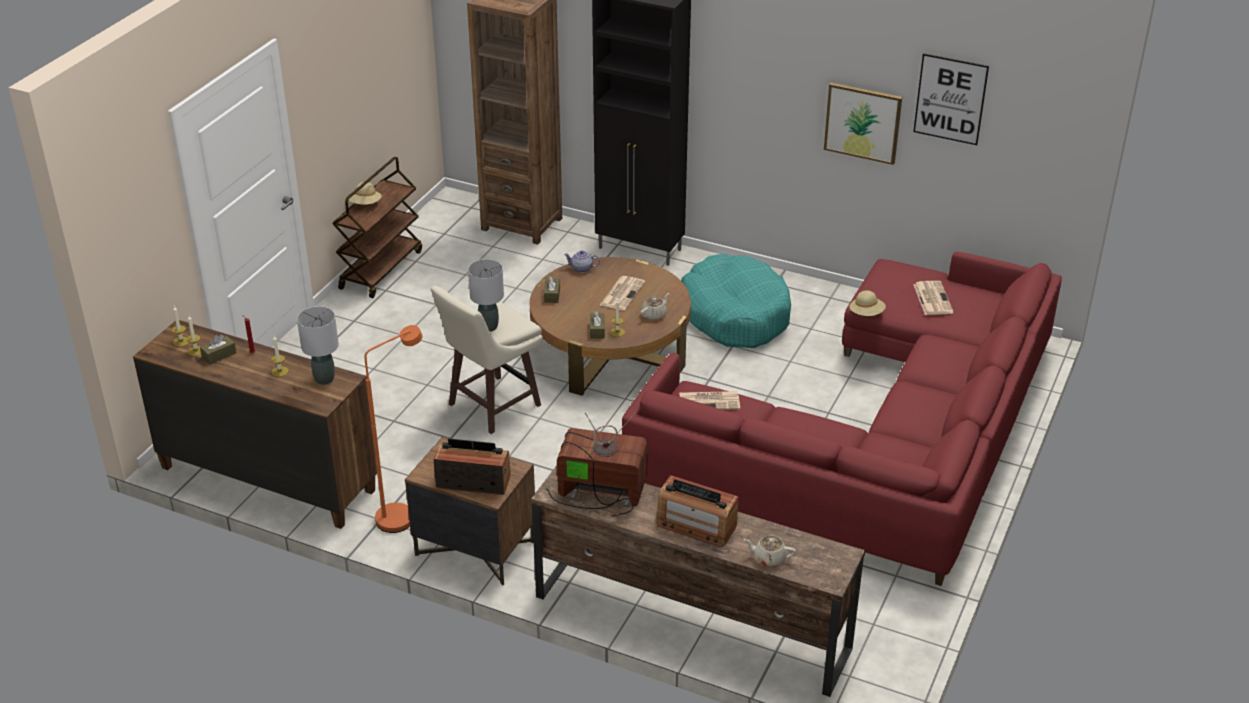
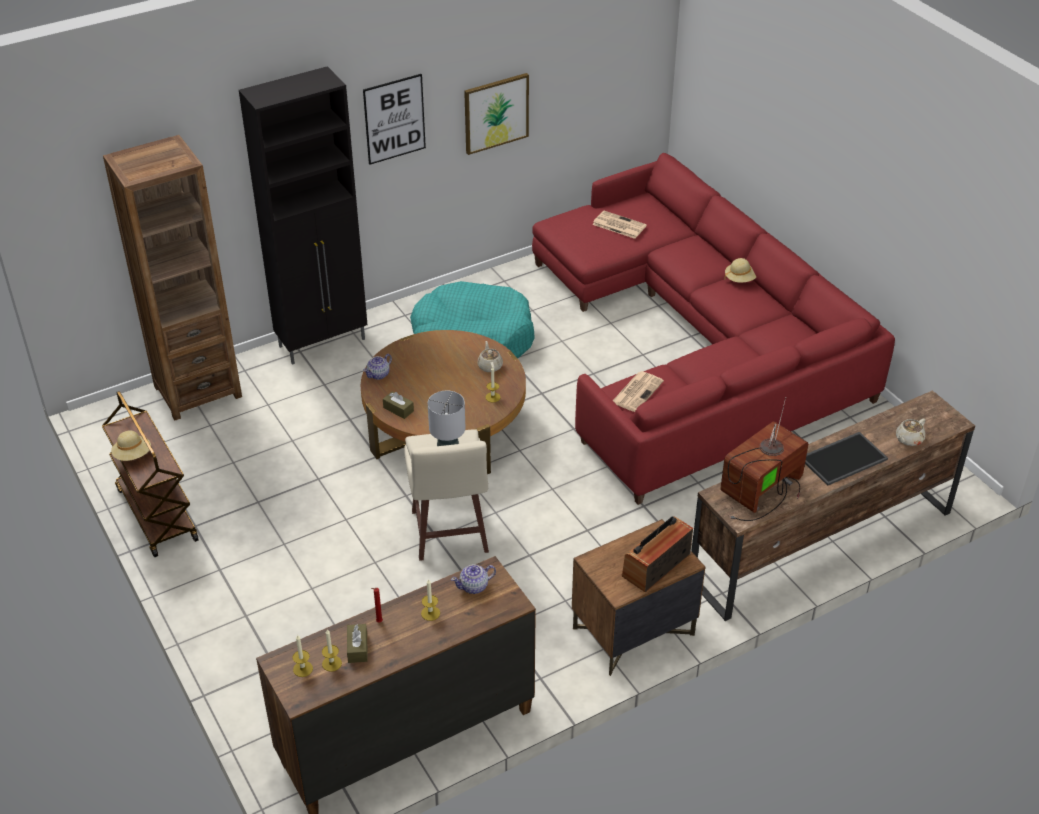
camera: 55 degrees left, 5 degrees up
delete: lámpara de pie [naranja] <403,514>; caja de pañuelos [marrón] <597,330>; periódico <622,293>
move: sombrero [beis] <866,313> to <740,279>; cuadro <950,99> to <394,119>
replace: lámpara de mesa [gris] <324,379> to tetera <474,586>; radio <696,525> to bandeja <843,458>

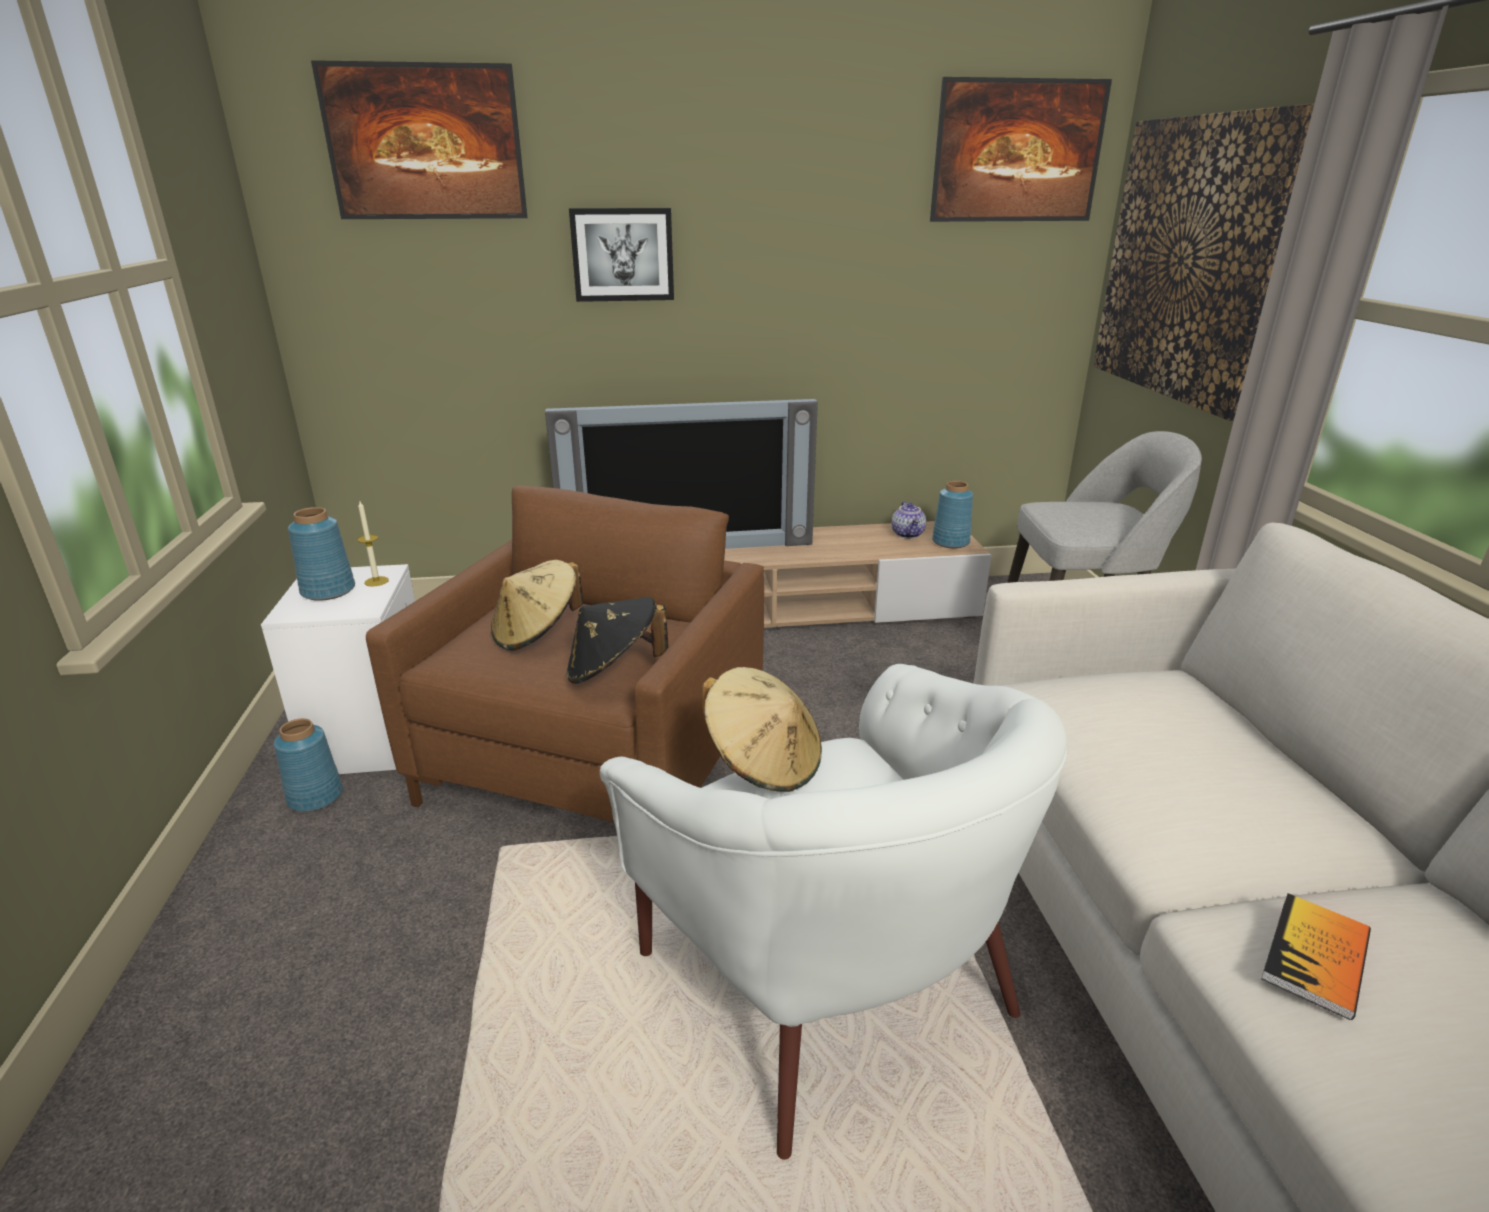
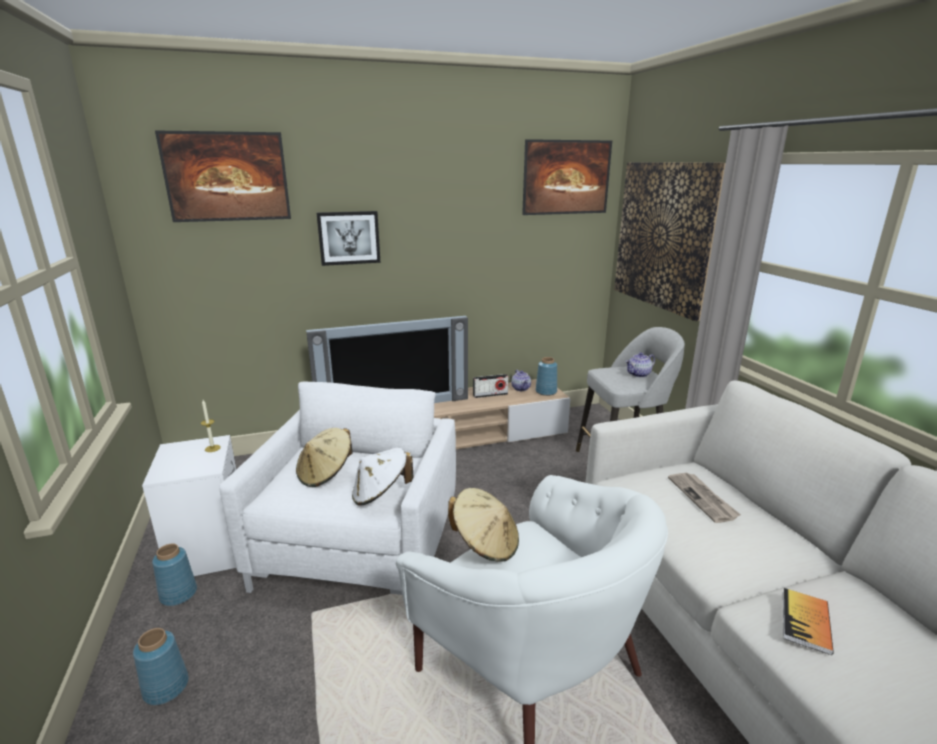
camera: 10 degrees left, 5 degrees down
insert: radio <490,395>; tetera <639,375>; periódico <703,498>
move: florero [azul] <329,590> to <167,687>
recolor: sillón [marrón] <595,759> to sillón [blanco] <359,547>; sombrero [negro] <614,670> to sombrero [blanco] <381,494>

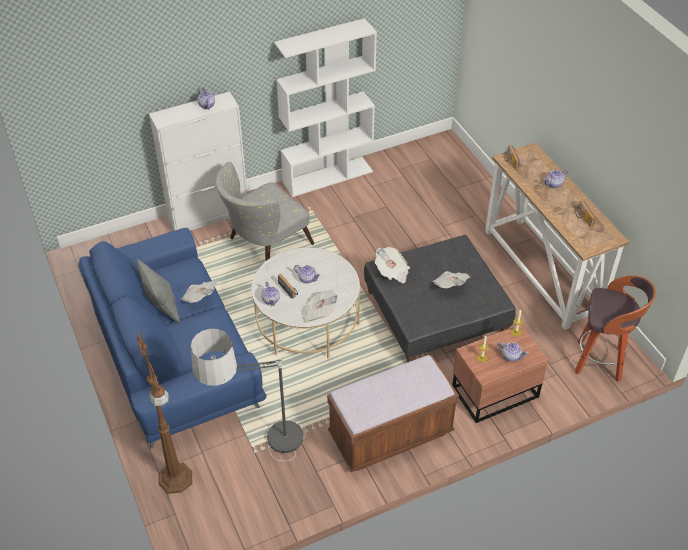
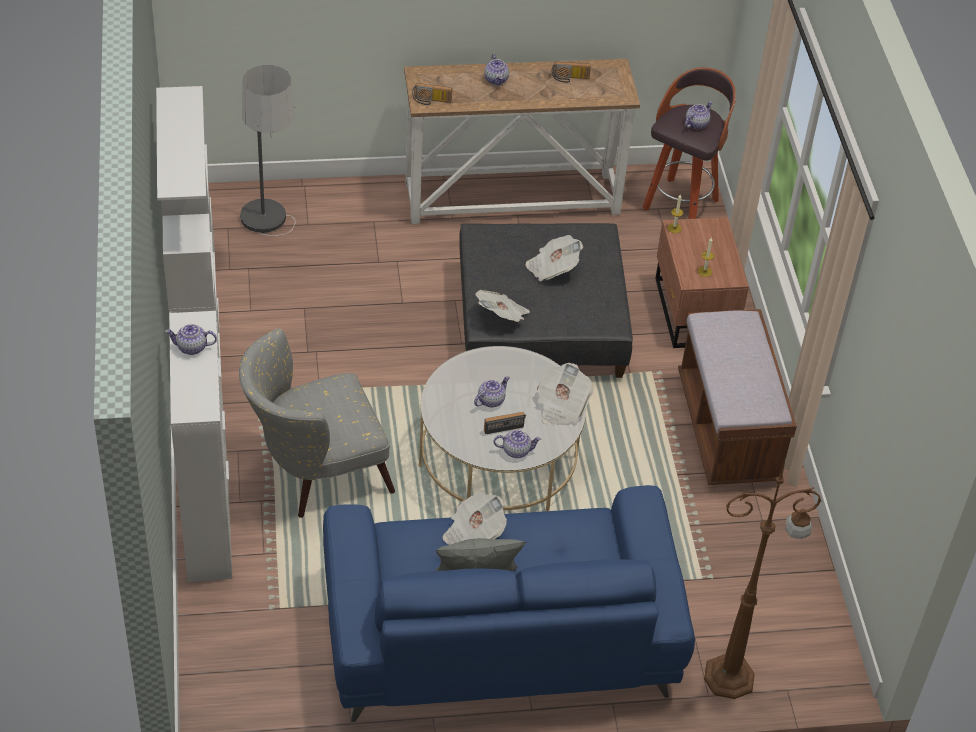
camera: 75 degrees left, 0 degrees up
move: lámpara de pie <259,452> to <270,244>; tetera <511,356> to <696,123>
rotate: sillón [gris] <263,245> = <314,471> 90 degrees clockwise

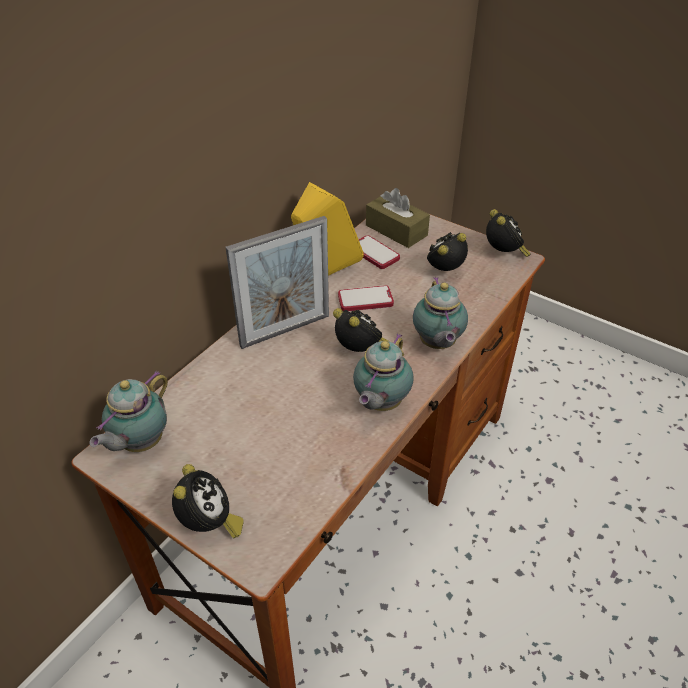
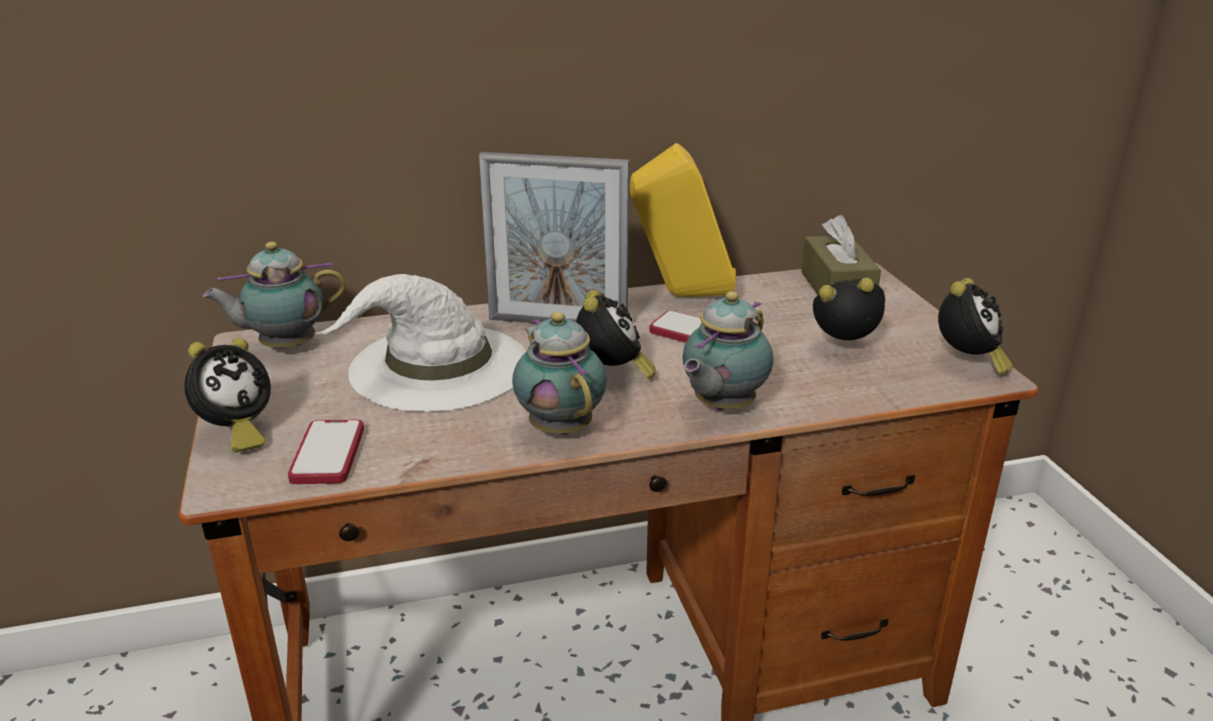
camera: 40 degrees right, 15 degrees down
insert: sombrero [blanco] <437,367>
move: móvil <374,253> to <328,454>
rotate: tetera <380,404> = <560,426> 90 degrees clockwise

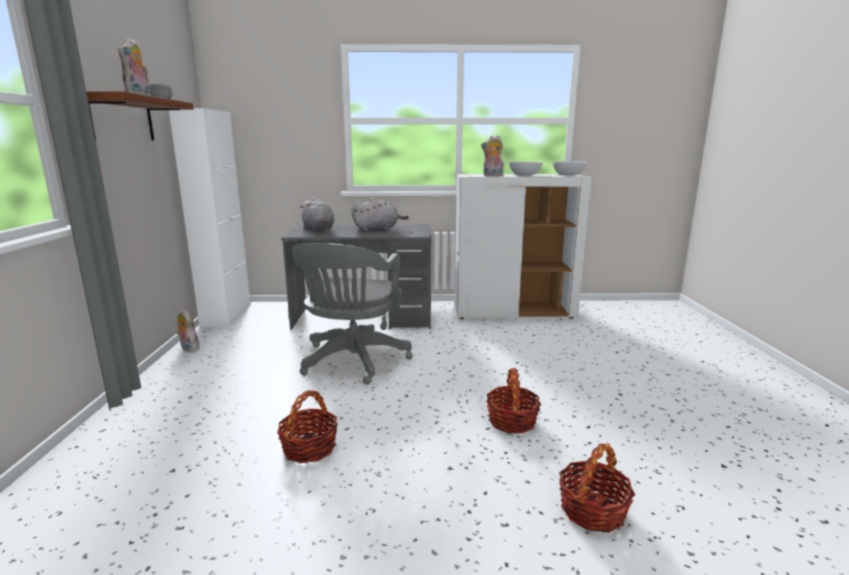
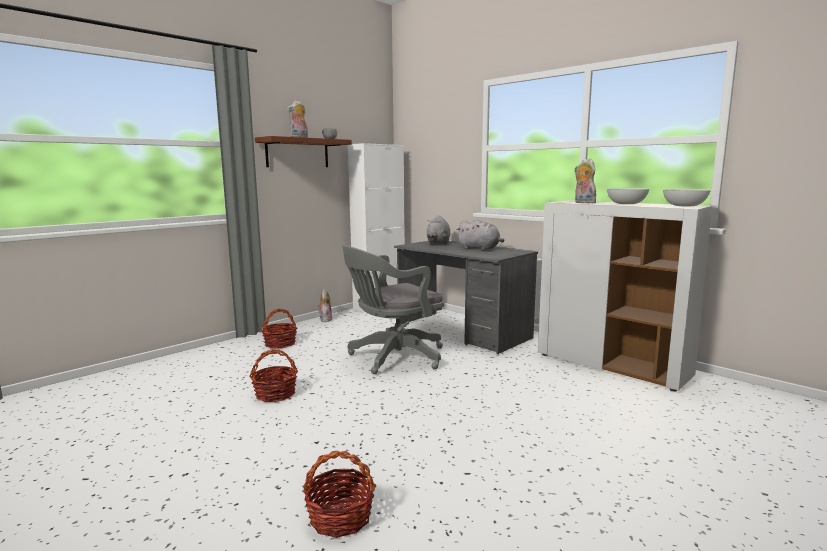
camera: 45 degrees right, 5 degrees down
move: cesta <511,421> to <280,343>

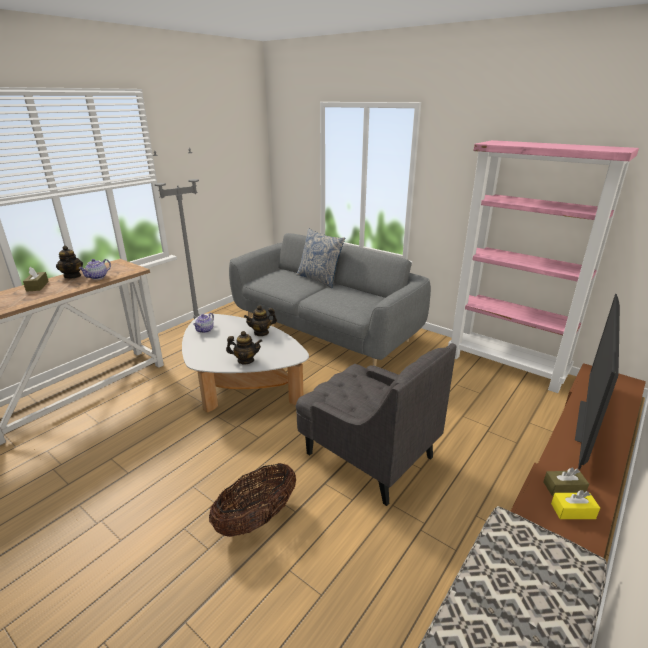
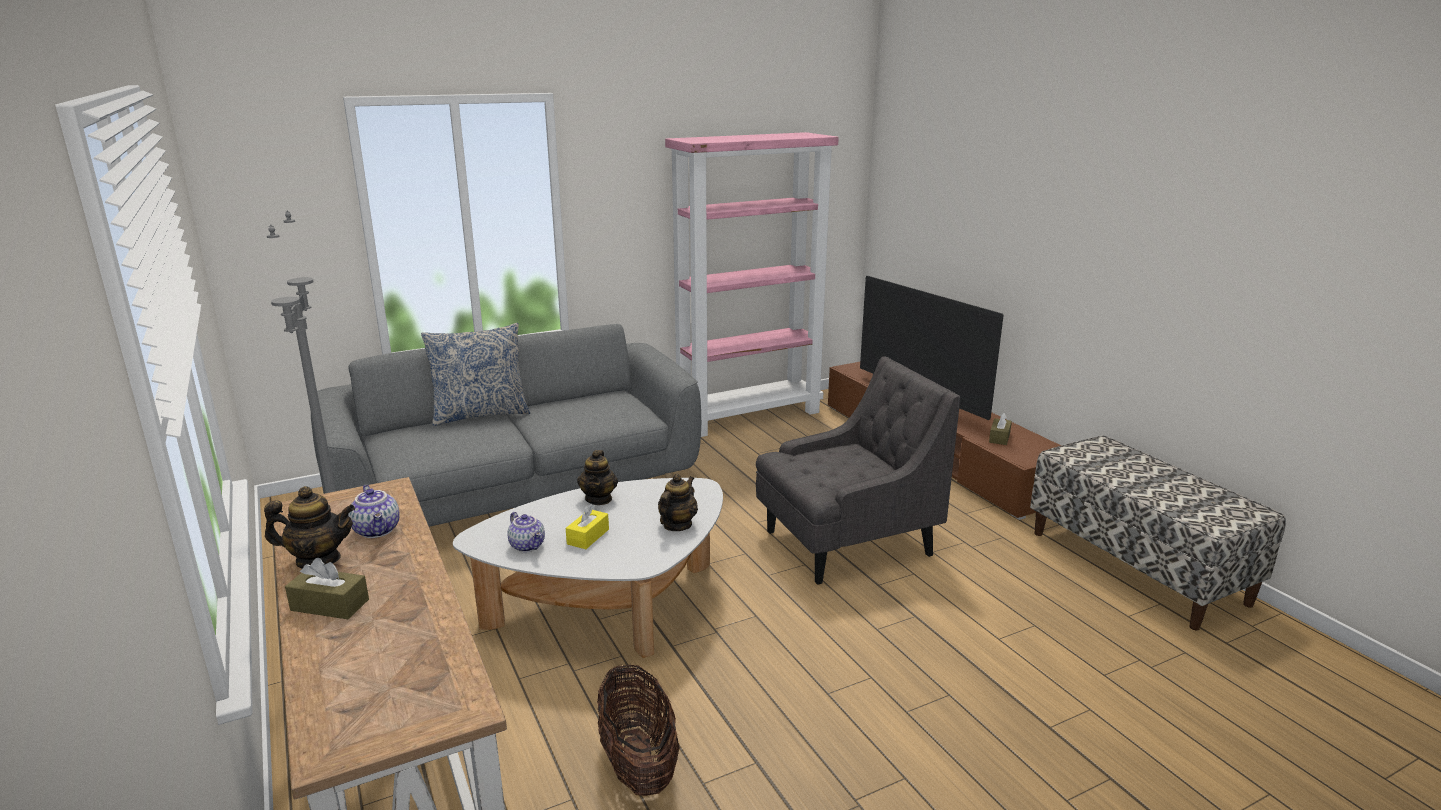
camera: 65 degrees left, 5 degrees down
move: cesta <257,519> to <638,763>; caja de pañuelos [amarillo] <573,511> to <588,537>

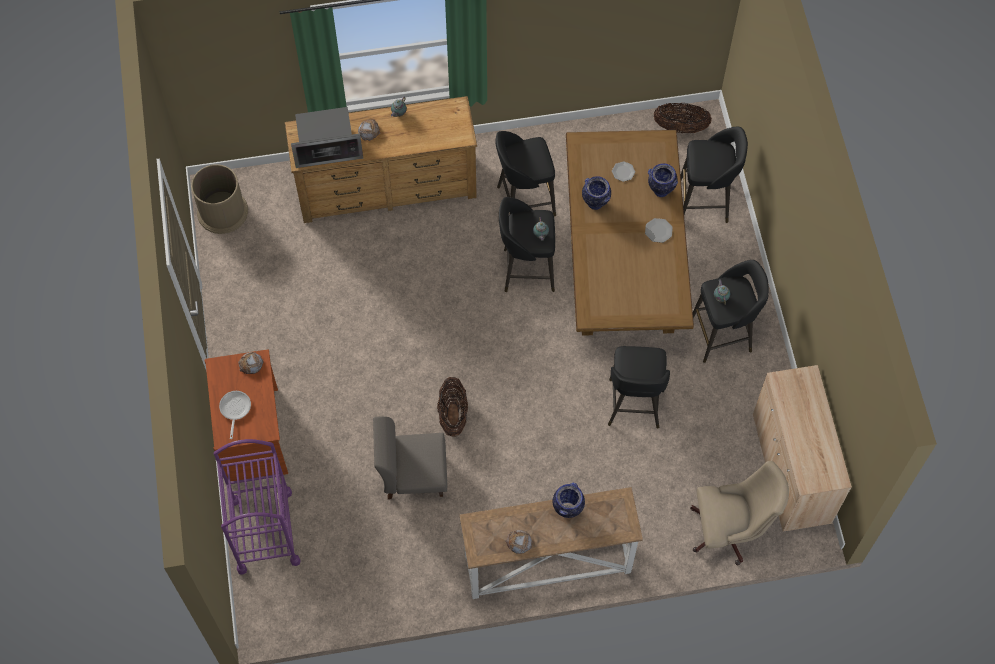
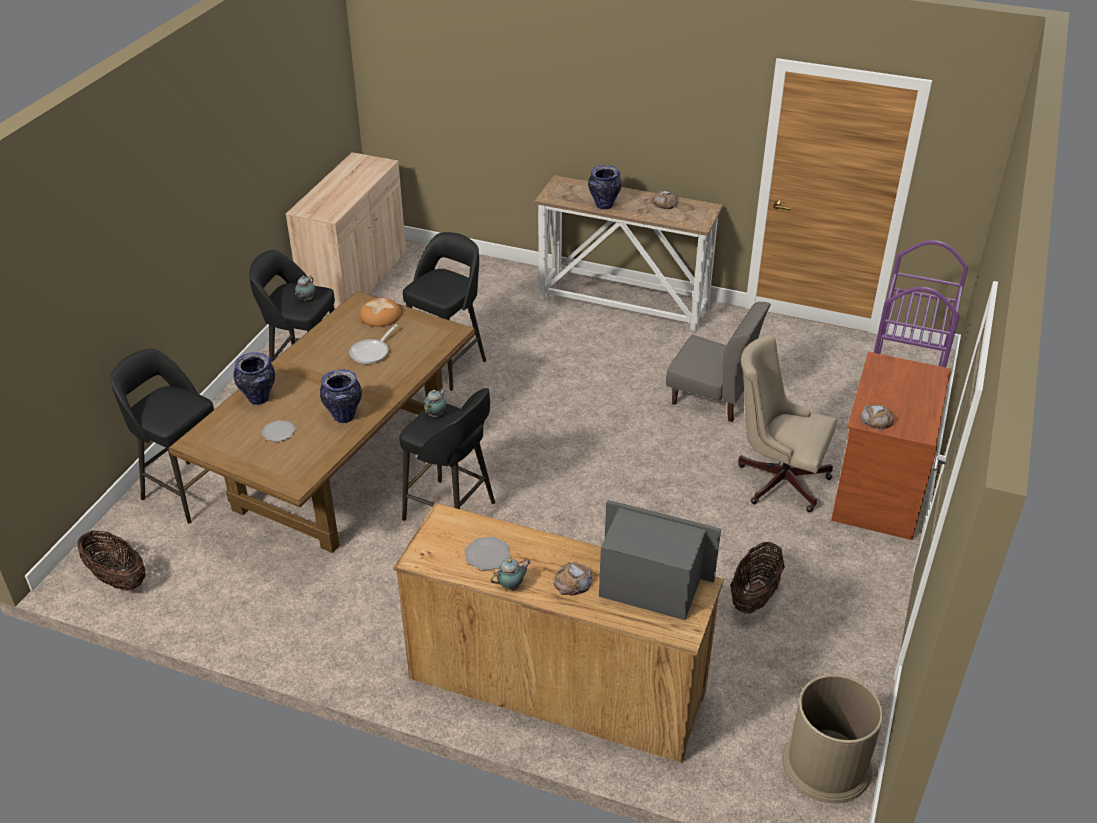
camera: 150 degrees left, 25 degrees down
delete: taburete [negro] <524,201>
insert: pan <381,315>
move: sartén <234,410> to <372,352>; cesta <453,414> to <754,596>; plato <658,231> to <487,554>; silla de oficina [beis] <729,530> to <777,479>

